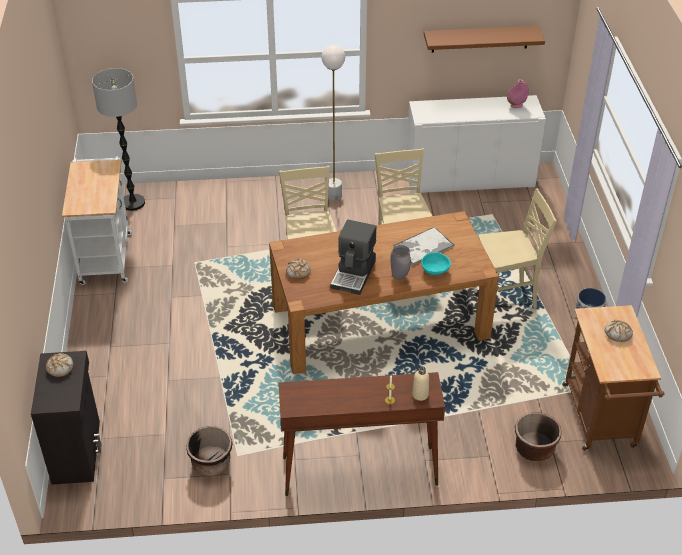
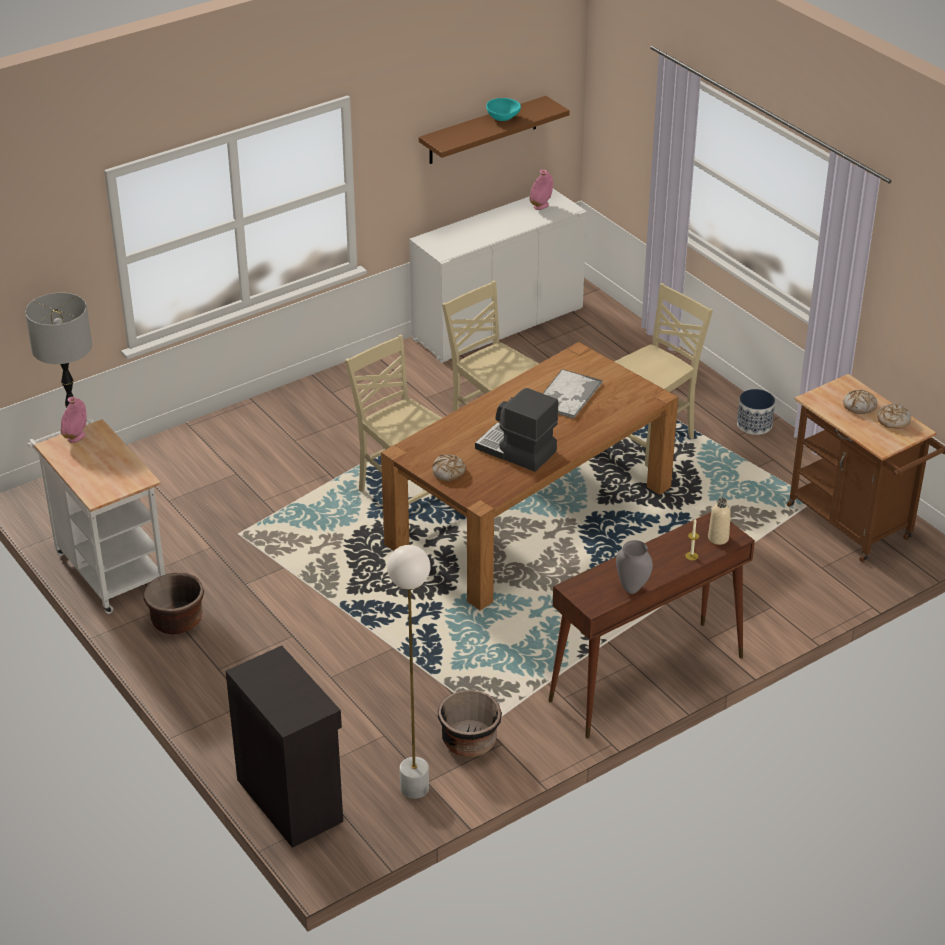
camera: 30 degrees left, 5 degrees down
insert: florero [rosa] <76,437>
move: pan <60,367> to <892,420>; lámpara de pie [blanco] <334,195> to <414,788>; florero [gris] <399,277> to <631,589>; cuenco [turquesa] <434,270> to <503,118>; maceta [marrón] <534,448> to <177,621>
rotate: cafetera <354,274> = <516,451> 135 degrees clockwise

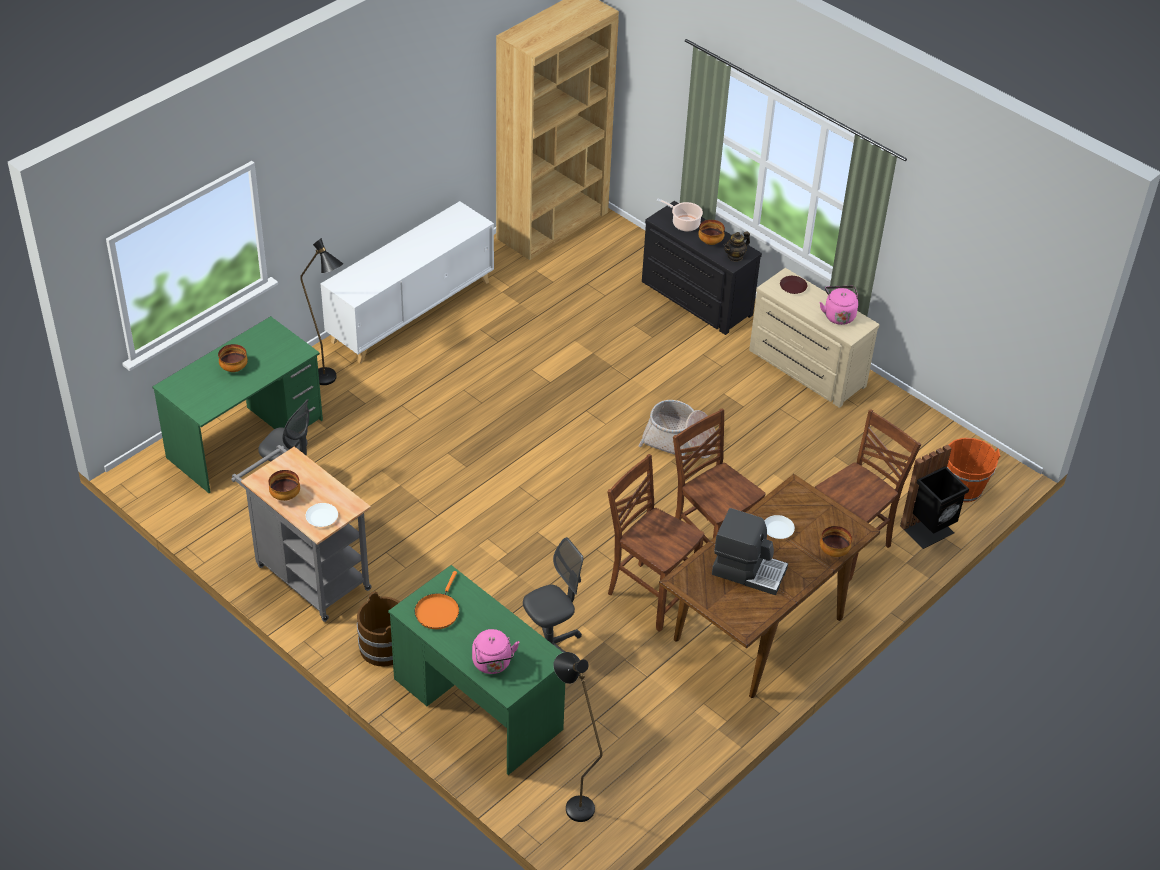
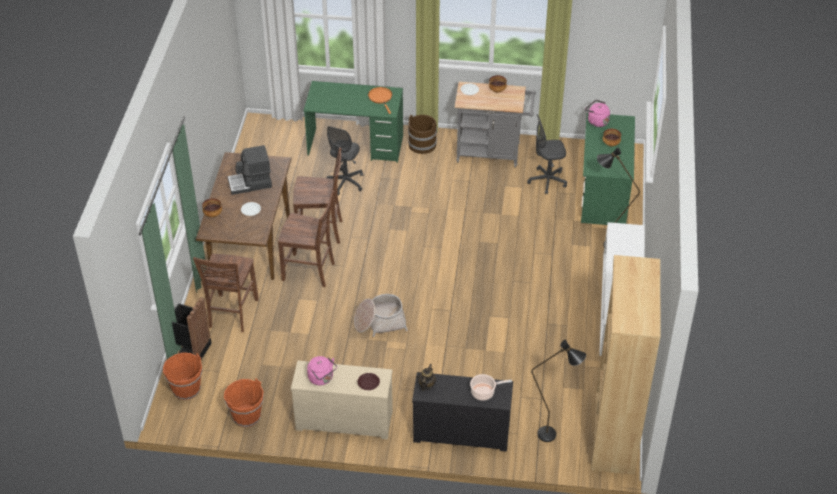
camera: 145 degrees right, 0 degrees up
delete: cuenco <710,242>
insert: cubo [naranja] <246,416>
move: hervidor [rosa] <493,664> to <596,121>; lámpara de pie [negro] <573,801> to <553,436>

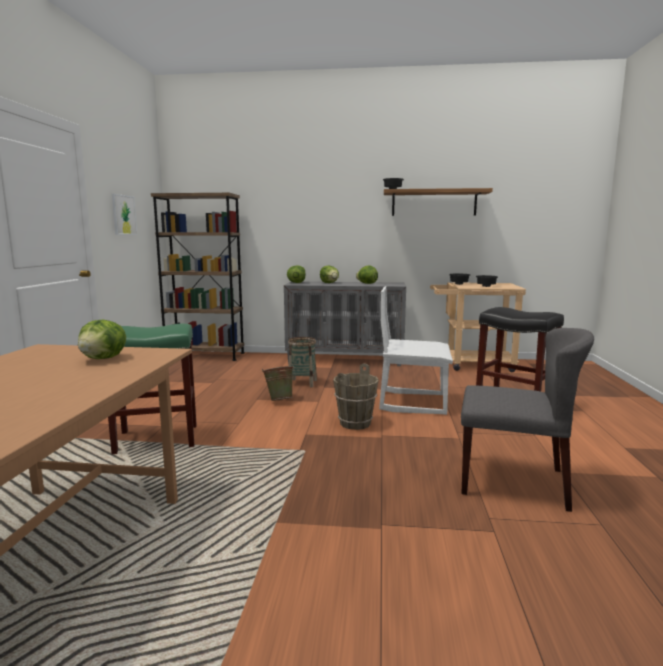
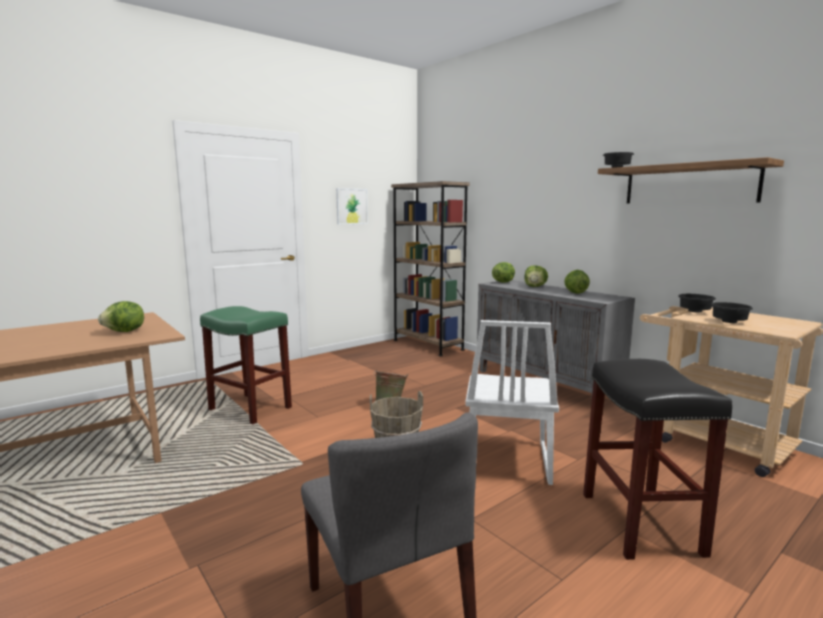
camera: 45 degrees right, 0 degrees up
delete: cesta <302,383>
rotate: silla [blanco] <413,402> = <506,460> 135 degrees counterclockwise

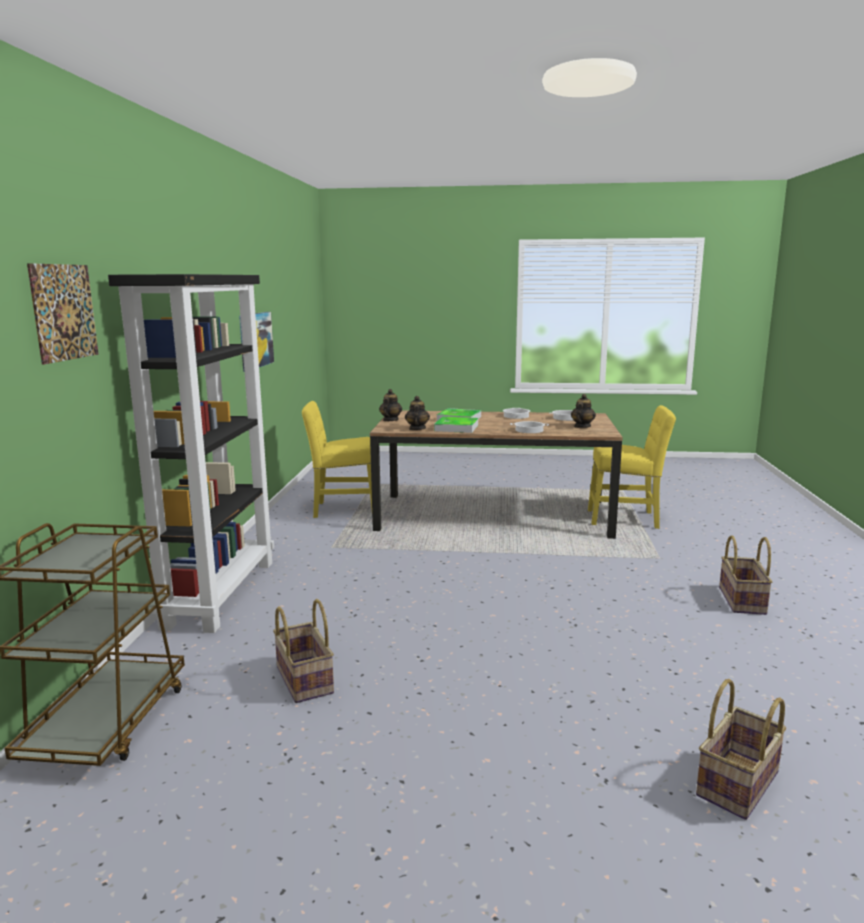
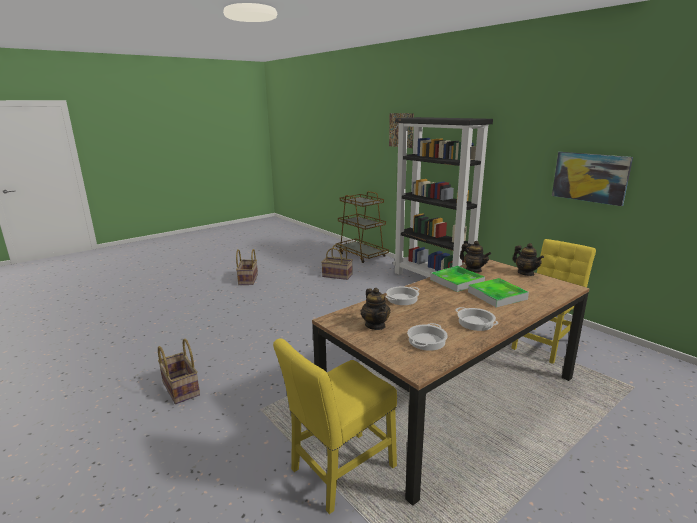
camera: 135 degrees right, 5 degrees up
move: cesta <739,785> to <247,279>

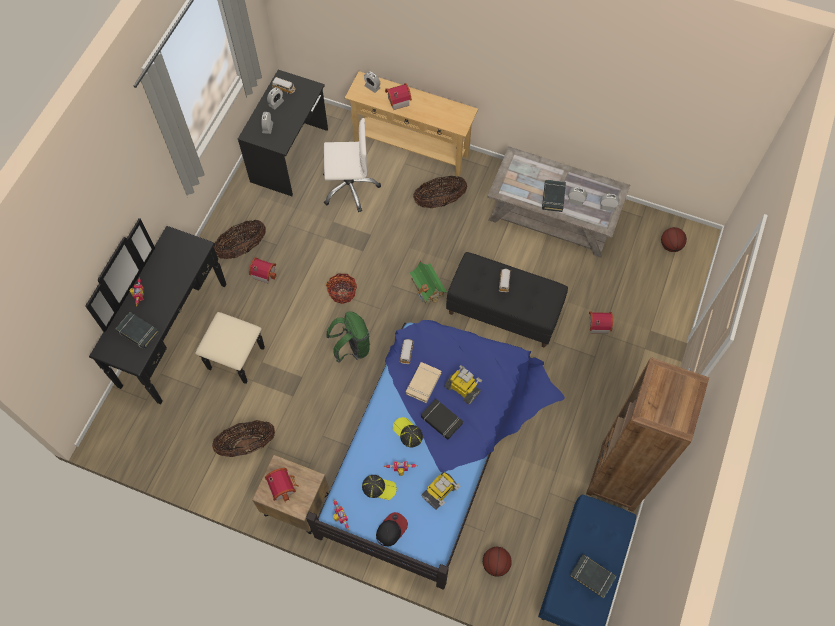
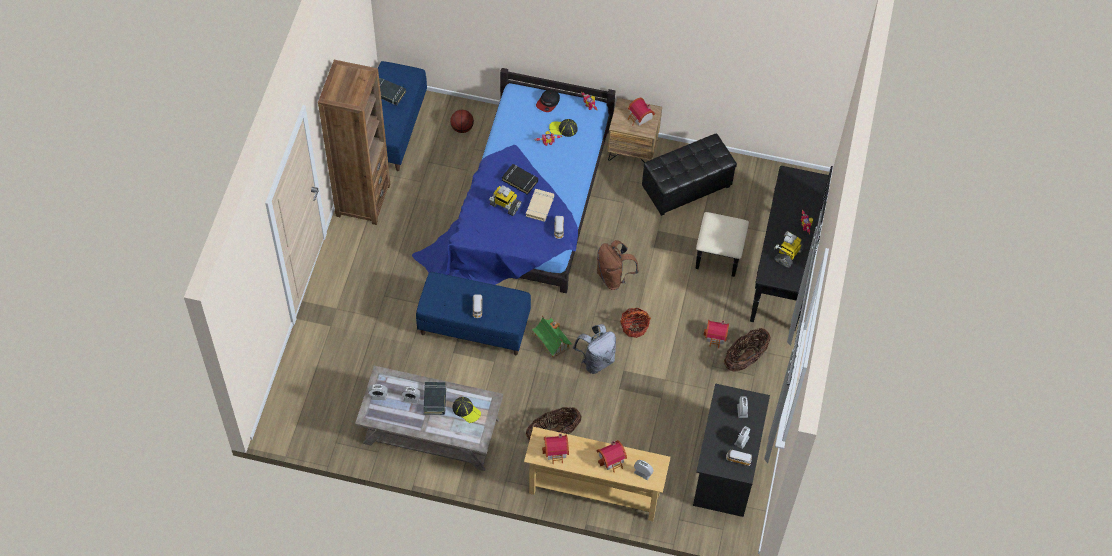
camera: 170 degrees right, 5 degrees down
delete: libro [negro] <138,332>; silla de oficina [blanco] <350,187>; balón de baloncesto <670,245>
insert: mochila [gris] <596,360>
move: gorra <407,432> to <466,410>; robot de juguete <440,492> to <788,254>; casita <597,324> to <556,452>
replace: cesta <247,445> to puf [negro] <686,188>
recolor: mochila [verde] <352,348> to mochila [marrón] <613,277>; banco [negro] <503,312> to banco [azul] <475,326>

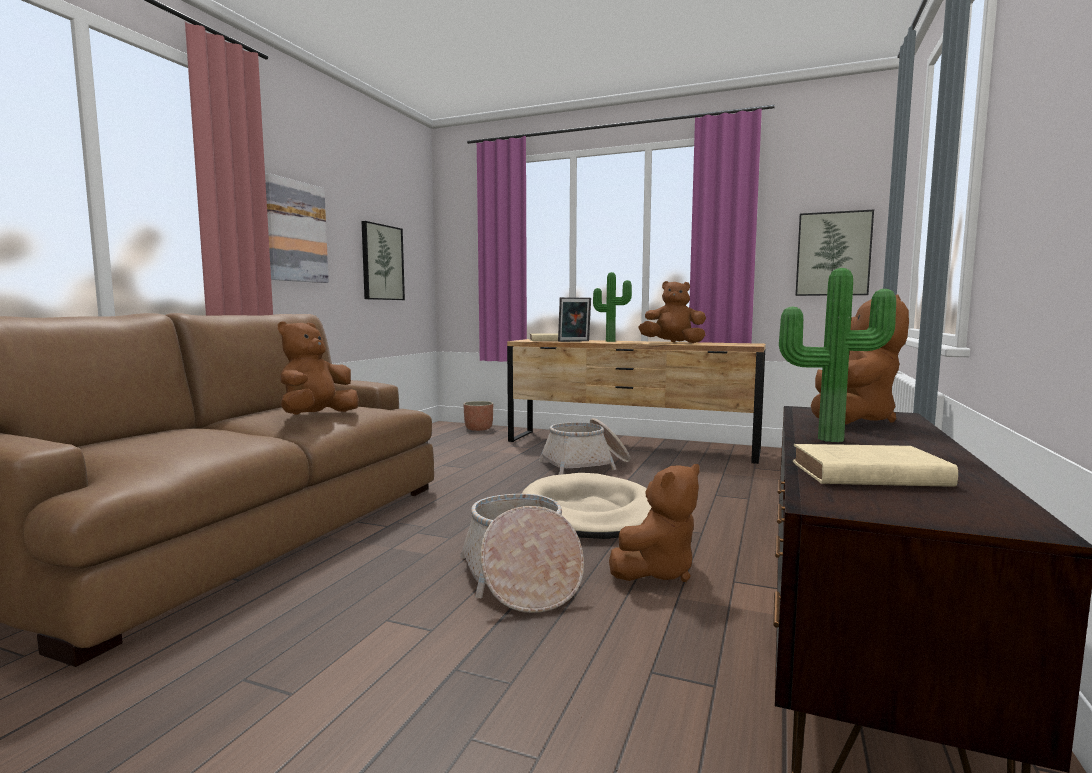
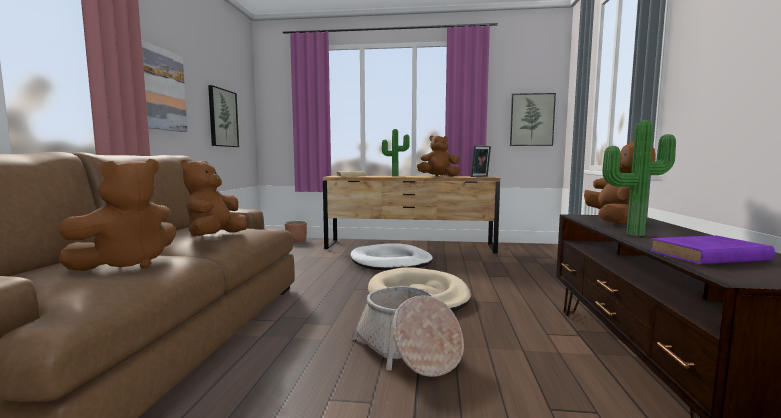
camera: 15 degrees left, 0 degrees up
move: portarretratos <574,341> to <480,176>; peluche [marrón] <656,571> to <128,264>
replace: cesta <586,465> to cama para perro [blanco] <391,262>
recolor: libro [beis] <864,474> to libro [morado] <706,256>

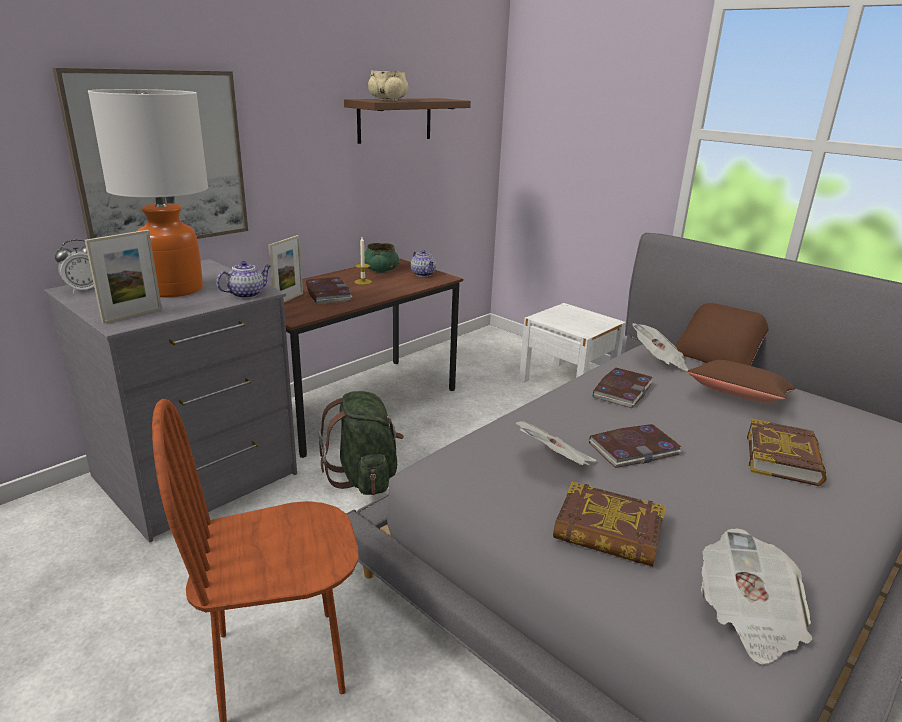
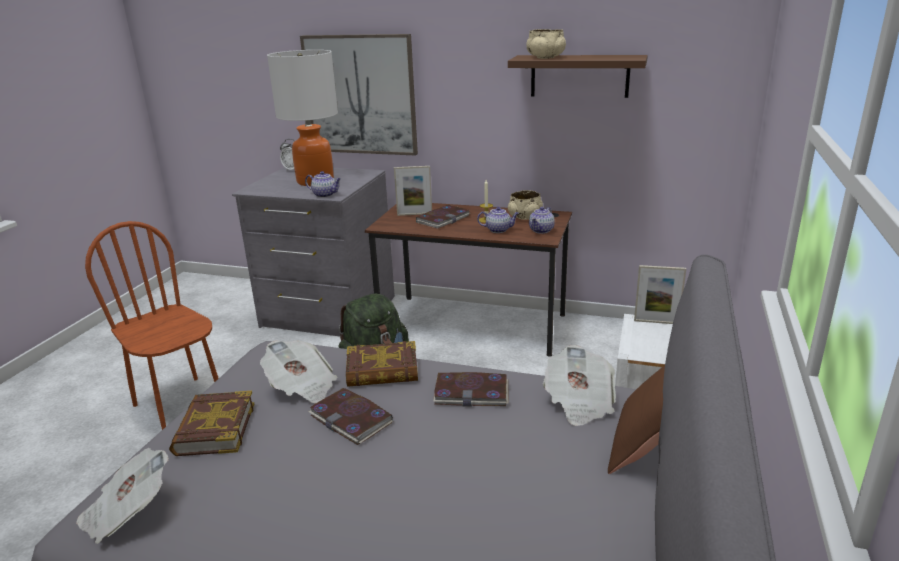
camera: 65 degrees right, 0 degrees up
delete: cojín [marrón] <738,396>
insert: tetera <498,230>
move: portarretratos <132,315> to <656,322>; libro <783,458> to <382,370>
recolor: cuenco [verde] <381,270> to cuenco [beis] <525,217>

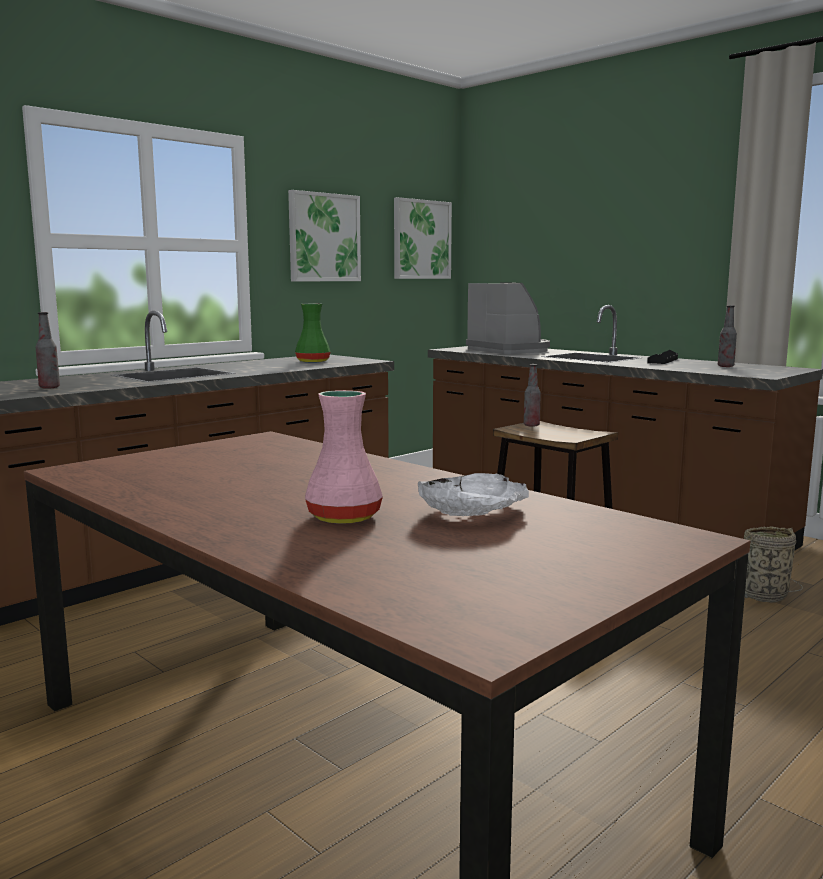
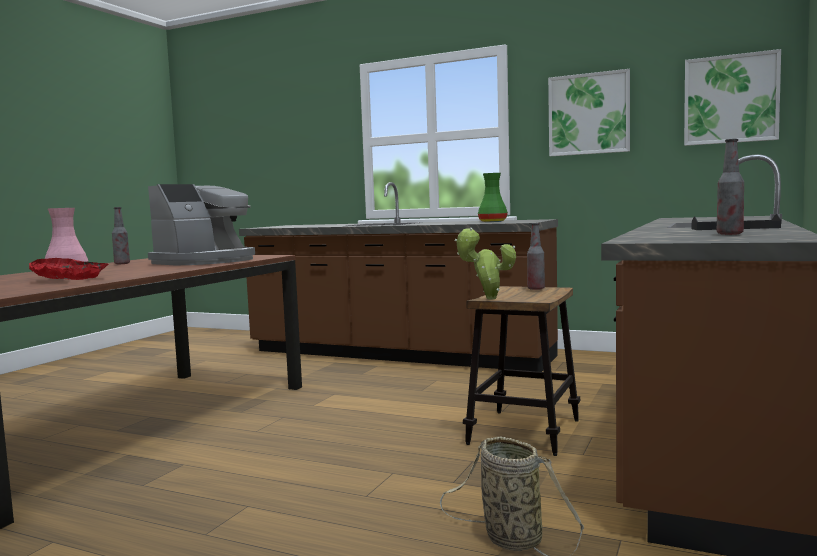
camera: 70 degrees right, 5 degrees down
insert: planta en maceta <487,298>
move: botella <49,387> to <122,263>; cafetera <510,350> to <206,261>
recolor: cuenco [blanco] <473,512> to cuenco [rojo] <69,280>

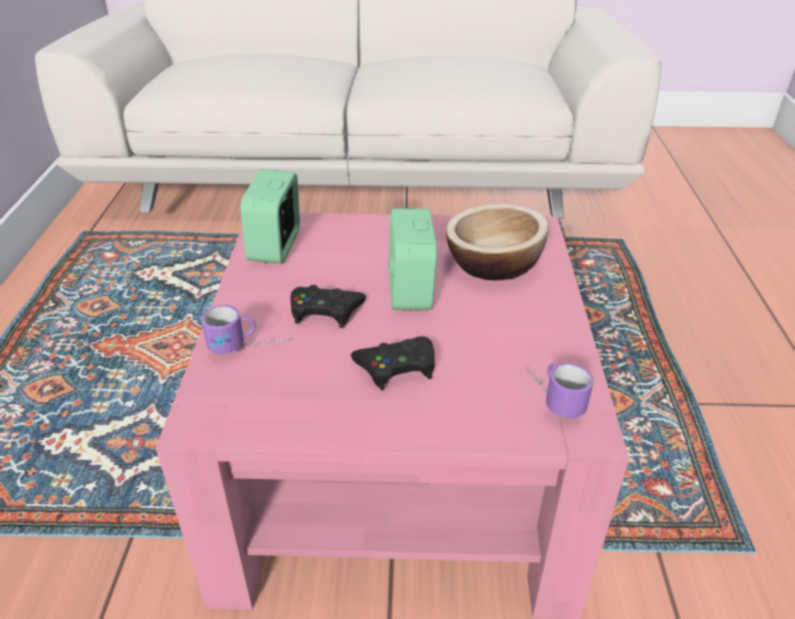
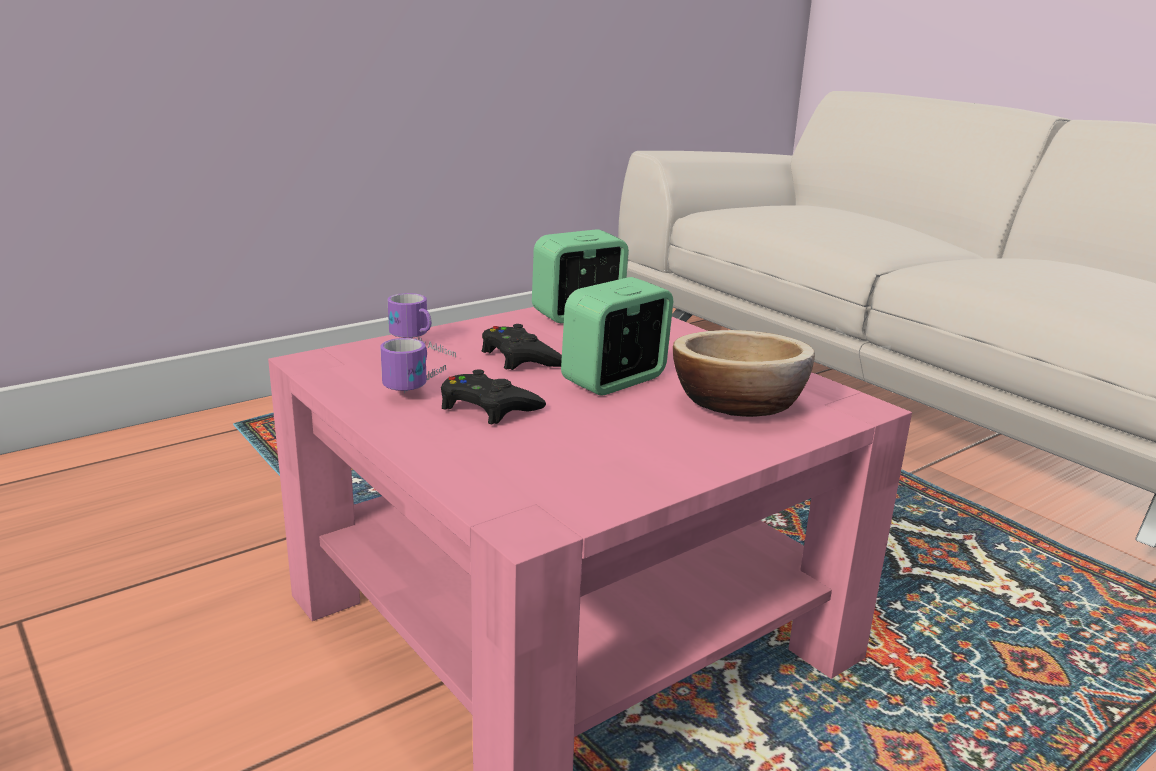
camera: 50 degrees right, 15 degrees down
move: taza grande <550,397> to <420,387>

